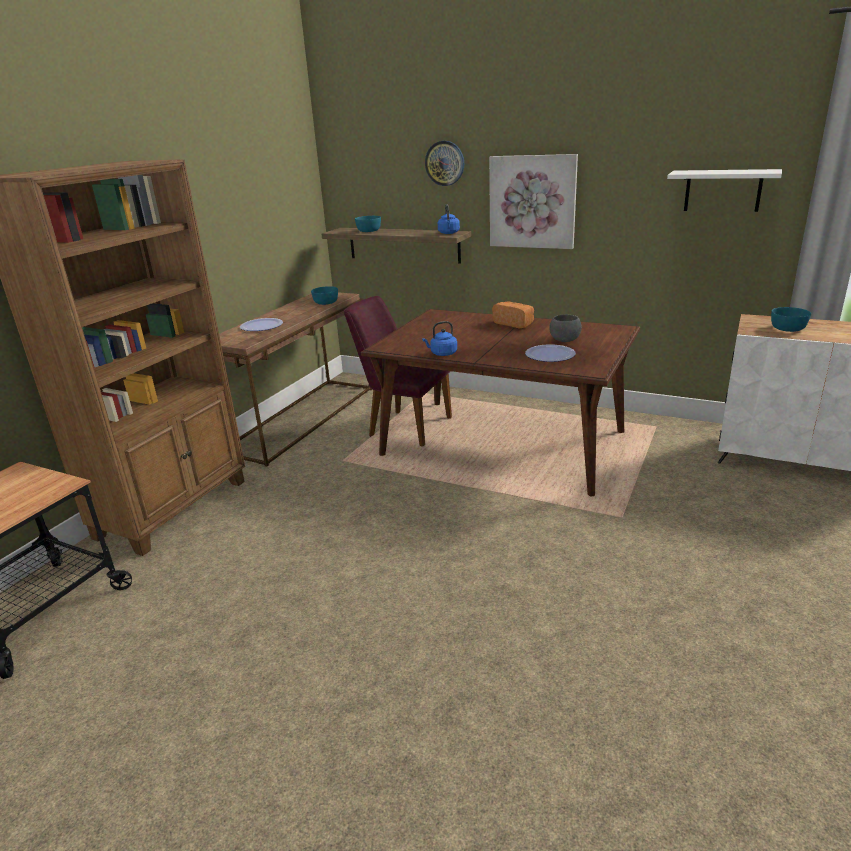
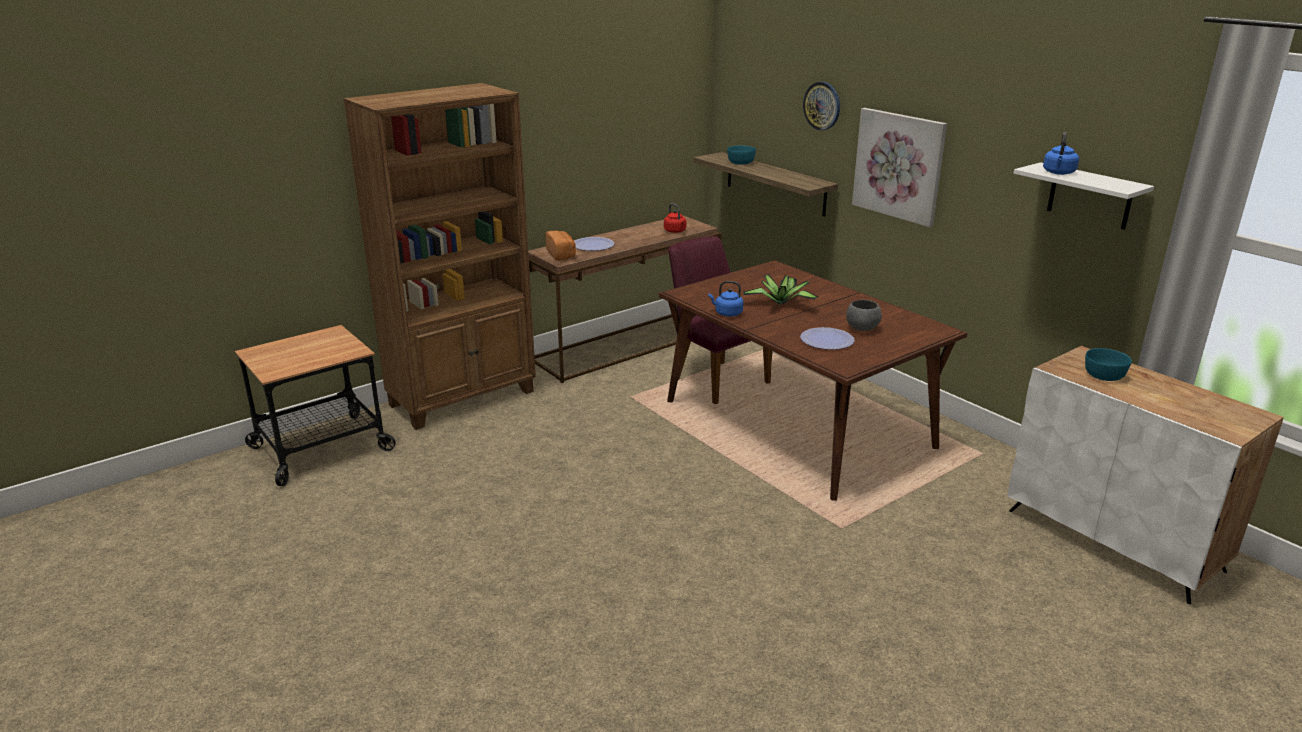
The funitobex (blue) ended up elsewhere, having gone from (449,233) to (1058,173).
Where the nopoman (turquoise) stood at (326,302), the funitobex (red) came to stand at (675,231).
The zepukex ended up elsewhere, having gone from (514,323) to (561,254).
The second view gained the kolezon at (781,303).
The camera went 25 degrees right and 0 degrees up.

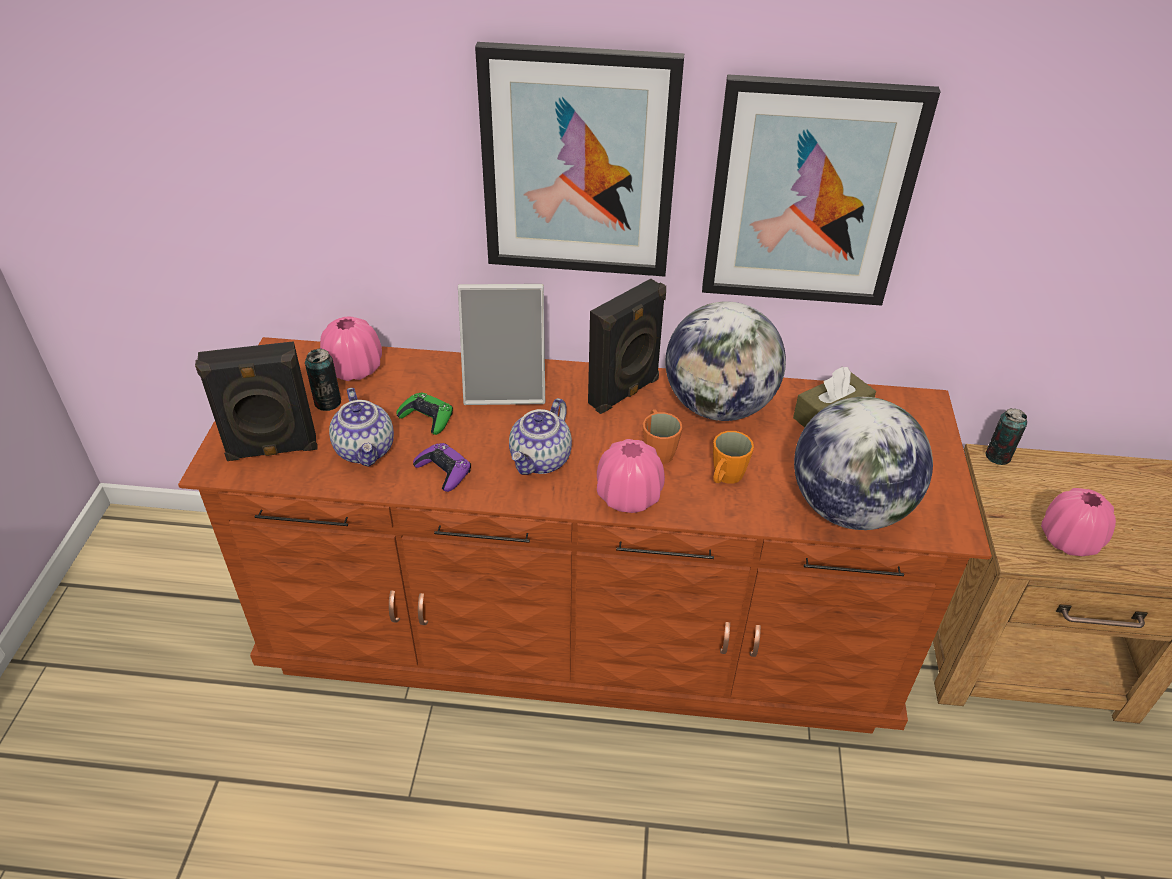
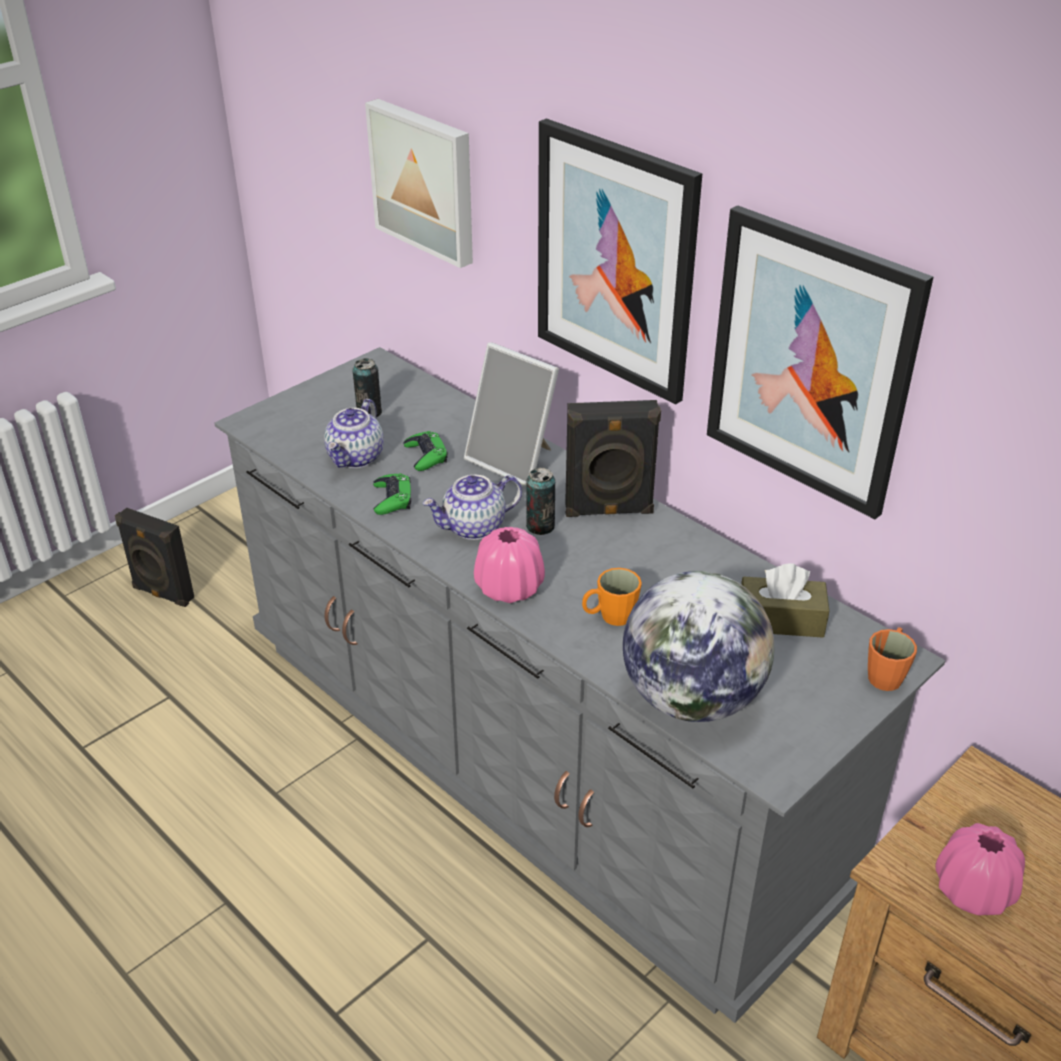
The second view lost the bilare at (718,406).
The second view lost the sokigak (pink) at (354,369).
What was the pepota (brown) at (582,628) turned into the pepota (grey) at (533,755).
The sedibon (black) ended up elsewhere, having gone from (272,450) to (162,594).
The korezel ended up elsewhere, having gone from (998,456) to (540,526).
The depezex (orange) ended up elsewhere, having gone from (657,449) to (886,673).
What was the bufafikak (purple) at (444,471) turned into the bufafikak (green) at (392,499).
The second view gained the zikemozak at (425,181).
The camera went 40 degrees right and 5 degrees down.

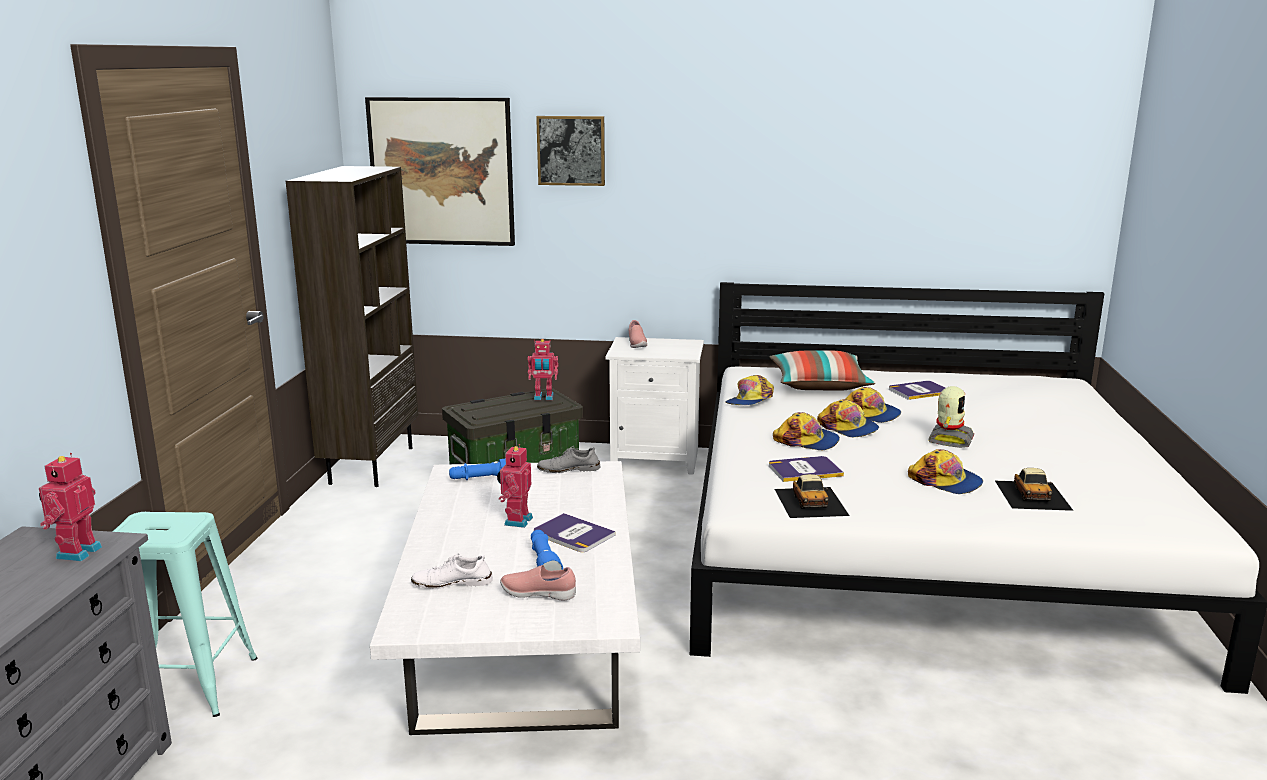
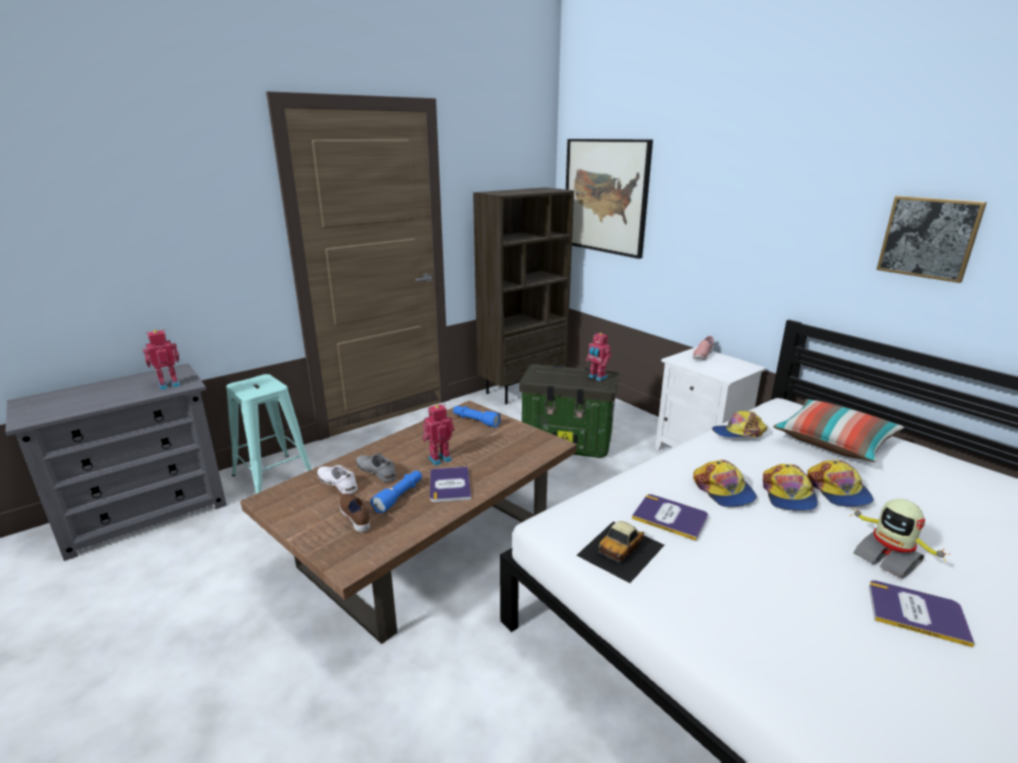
The zikemozak ended up elsewhere, having gone from (571,150) to (928,238).
The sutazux ended up elsewhere, having gone from (919,391) to (916,613).
The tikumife at (949,439) ended up facing another way, 75 degrees clockwise from before.
The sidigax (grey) ended up elsewhere, having gone from (568,469) to (376,471).
The second view lost the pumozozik at (946,482).
What was the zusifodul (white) at (525,643) turned into the zusifodul (brown) at (427,546).
The second view lost the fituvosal at (1033,494).
What was the sidigax (pink) at (538,594) turned into the sidigax (brown) at (356,518).
The camera went 45 degrees right and 5 degrees up.

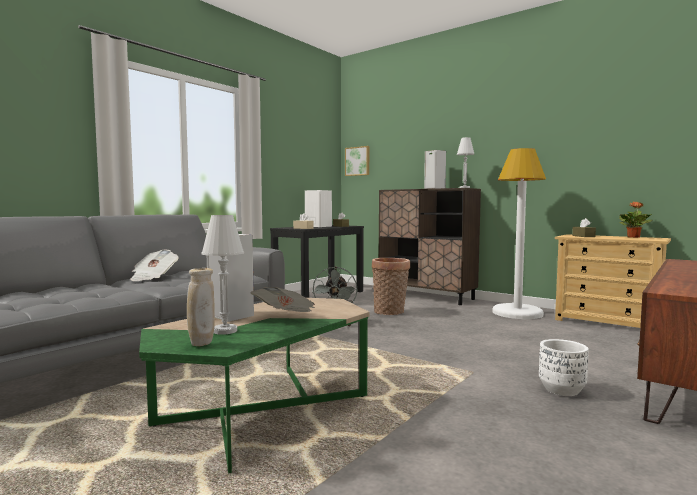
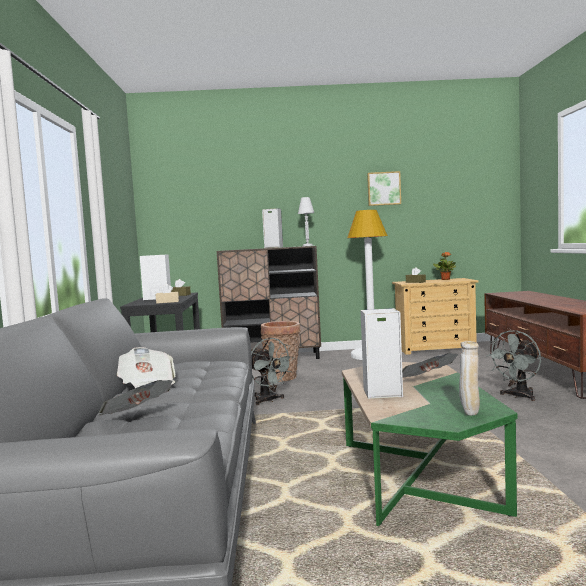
The zikemozak ended up elsewhere, having gone from (358,161) to (383,188).
The second view lost the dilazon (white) at (225,331).
Where the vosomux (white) stood at (562,390), the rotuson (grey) came to stand at (518,396).
The second view gained the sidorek at (137,418).
The camera went 40 degrees left and 0 degrees up.

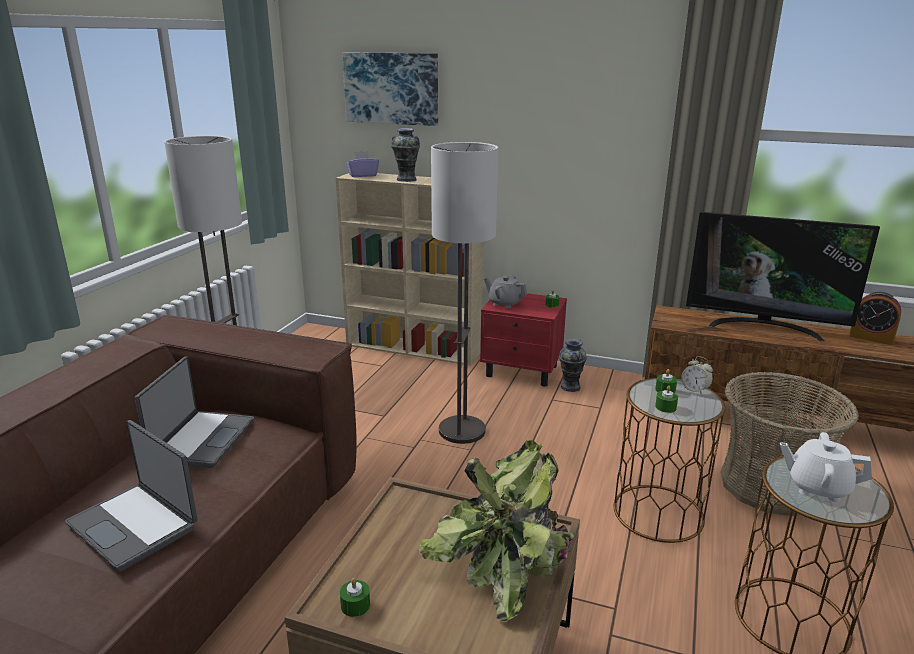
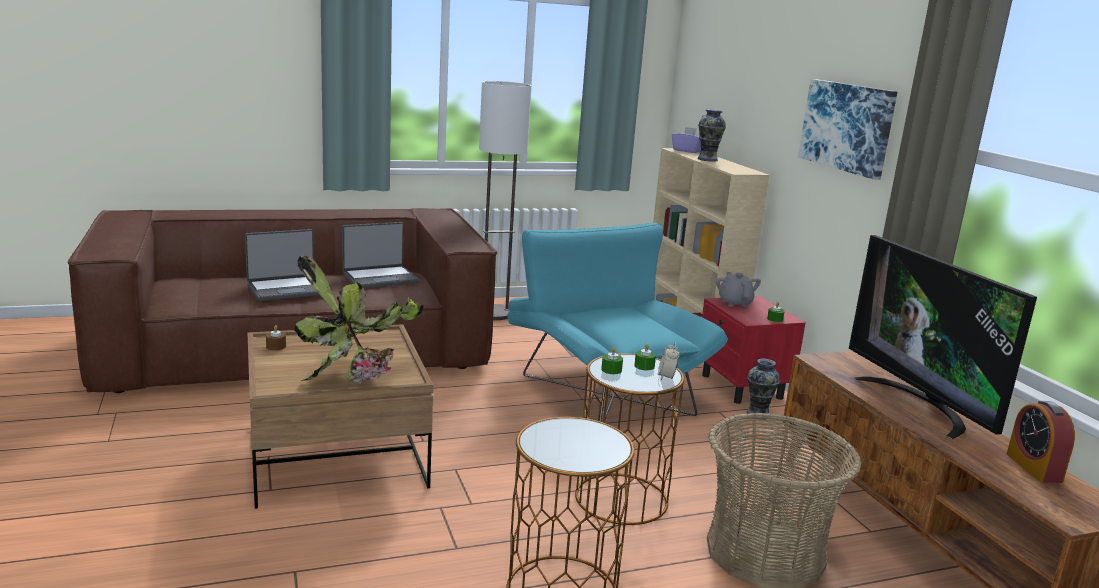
The zikemozak ended up elsewhere, having gone from (391,88) to (847,127).
Where the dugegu stood at (461,430), the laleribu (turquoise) came to stand at (602,388).
The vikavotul at (135,525) ended up facing another way, 120 degrees counterclockwise from before.
The second view lost the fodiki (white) at (817,487).
What was the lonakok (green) at (355,605) turned into the lonakok (brown) at (276,346).
The camera went 50 degrees right and 5 degrees down.

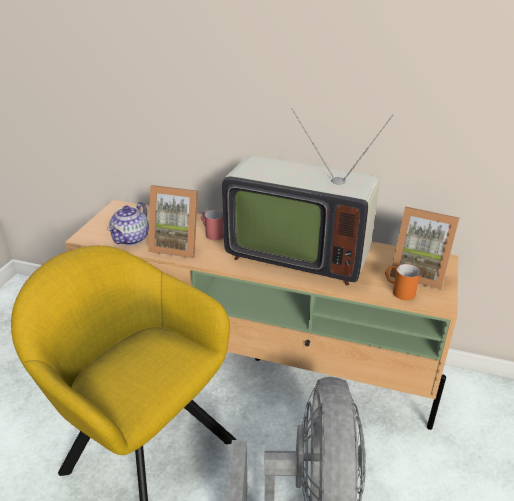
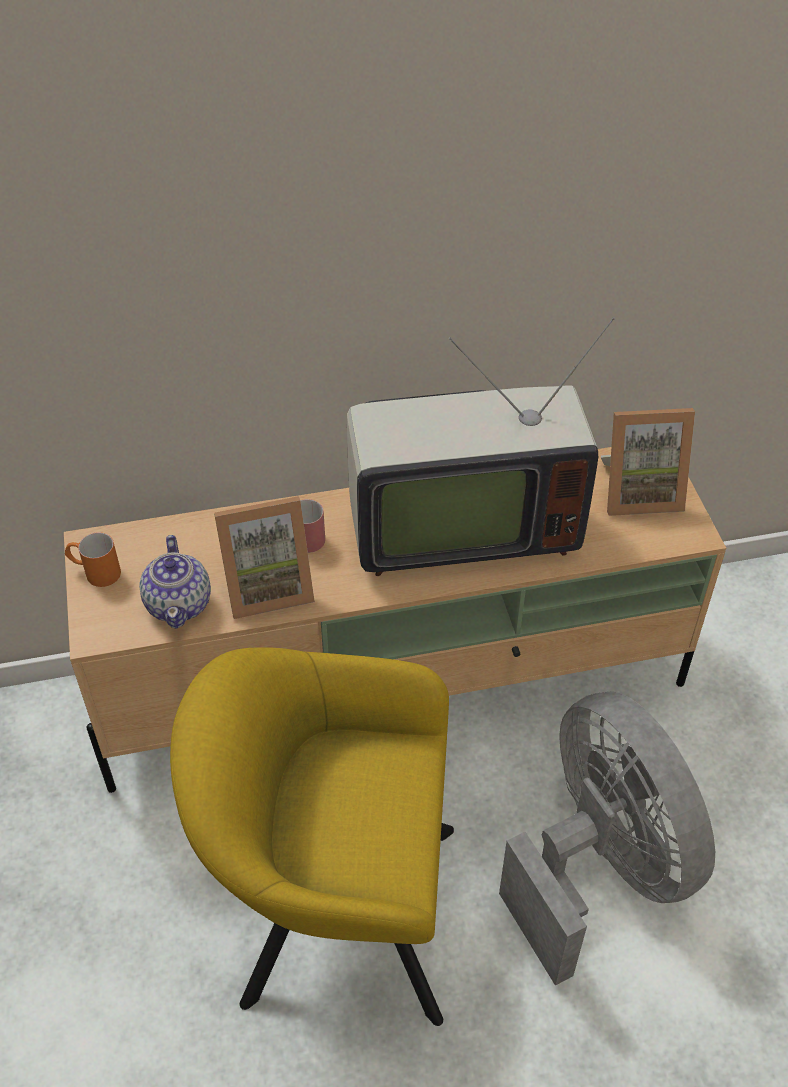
The depezex (orange) ended up elsewhere, having gone from (398,291) to (95,572).
The camera went 30 degrees left and 15 degrees up.

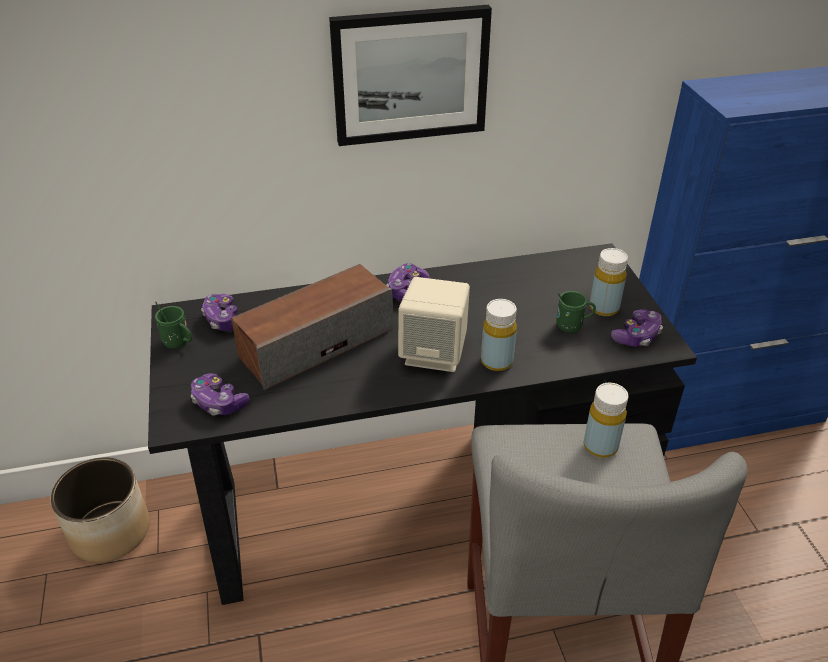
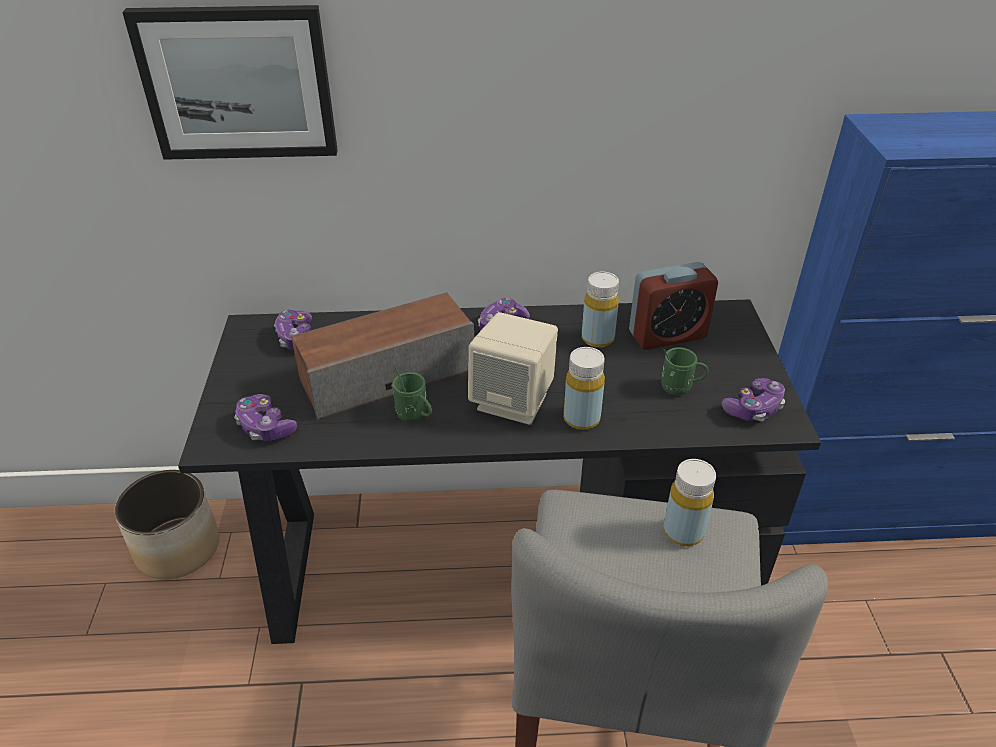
The zikemozak ended up elsewhere, having gone from (410,75) to (238,83).
The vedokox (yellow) ended up elsewhere, having gone from (604,308) to (597,339).
The depezex (green) ended up elsewhere, having gone from (179,343) to (415,416).
The second view gained the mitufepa at (667,335).
The camera went 10 degrees right and 0 degrees up.

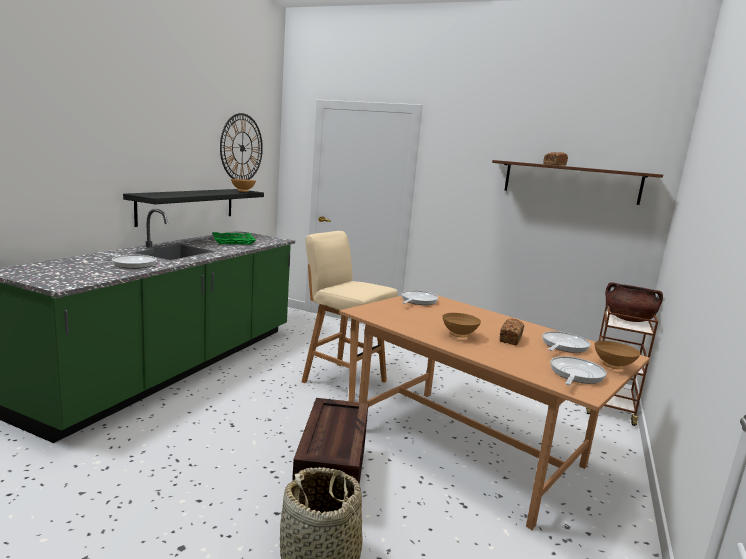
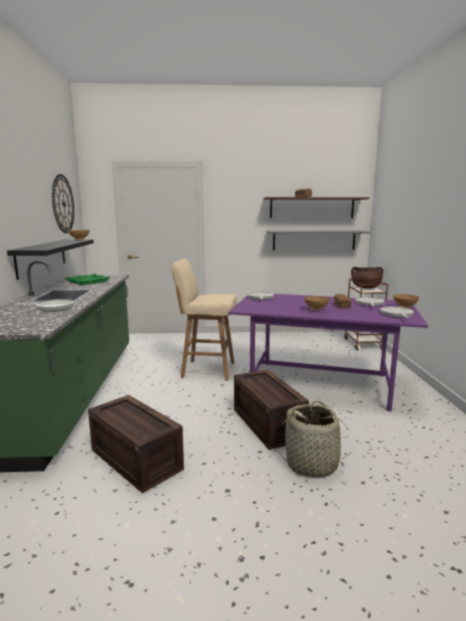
What was the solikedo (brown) at (466,447) turned into the solikedo (purple) at (319,384).
The second view gained the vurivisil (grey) at (314,240).
The second view gained the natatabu at (138,459).
The camera went 25 degrees left and 0 degrees up.

